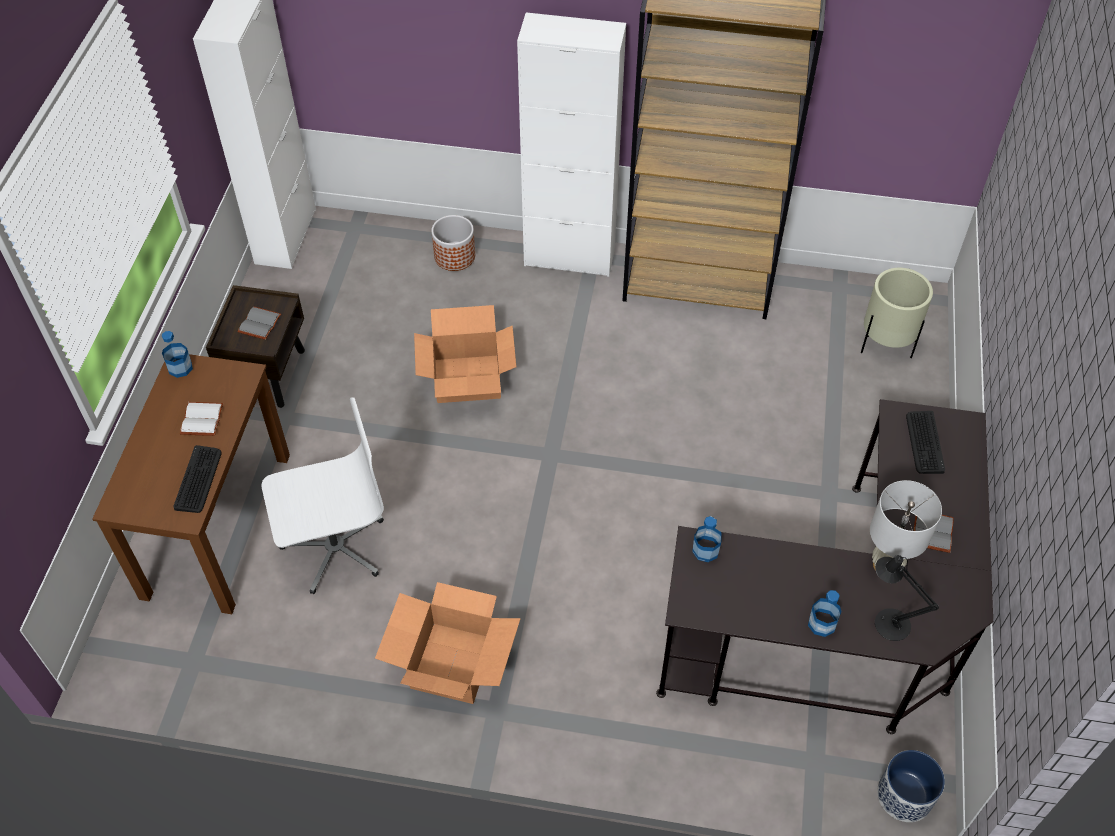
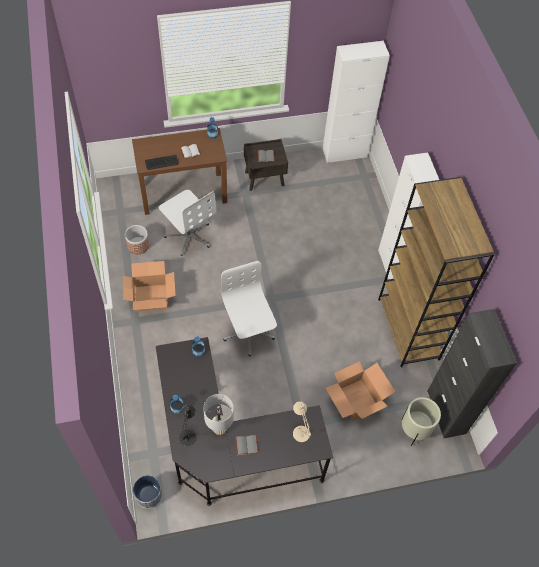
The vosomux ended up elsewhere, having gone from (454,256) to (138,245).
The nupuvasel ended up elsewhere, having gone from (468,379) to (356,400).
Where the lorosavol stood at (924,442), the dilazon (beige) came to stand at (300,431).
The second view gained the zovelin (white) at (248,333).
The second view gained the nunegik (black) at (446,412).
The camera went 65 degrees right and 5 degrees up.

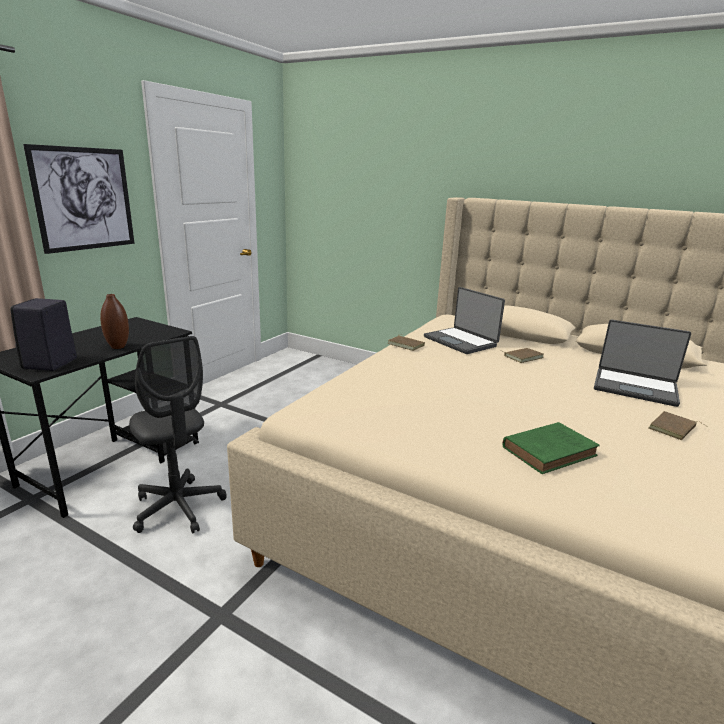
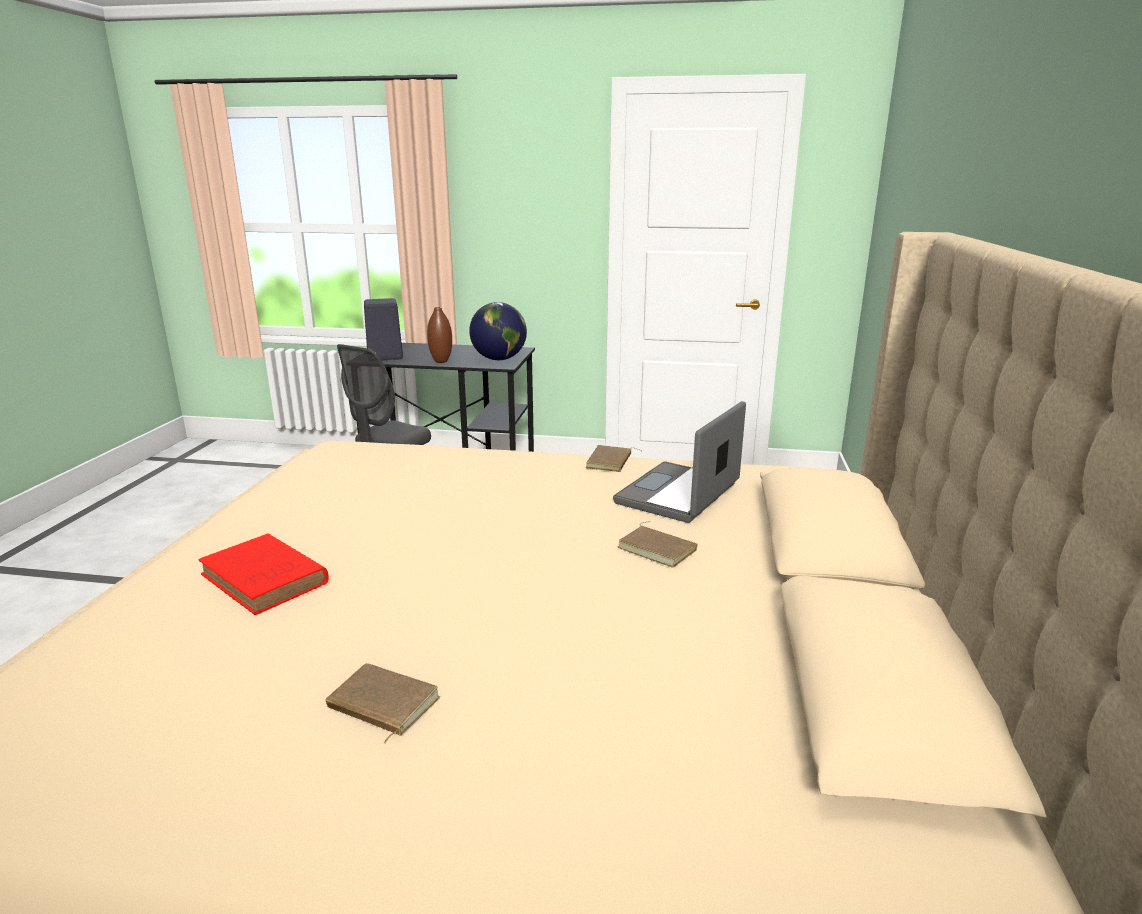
The second view lost the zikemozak at (84,199).
The second view lost the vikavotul at (635,387).
What was the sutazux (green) at (550,451) turned into the sutazux (red) at (266,580).
The second view gained the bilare at (499,359).
The camera went 70 degrees right and 0 degrees up.

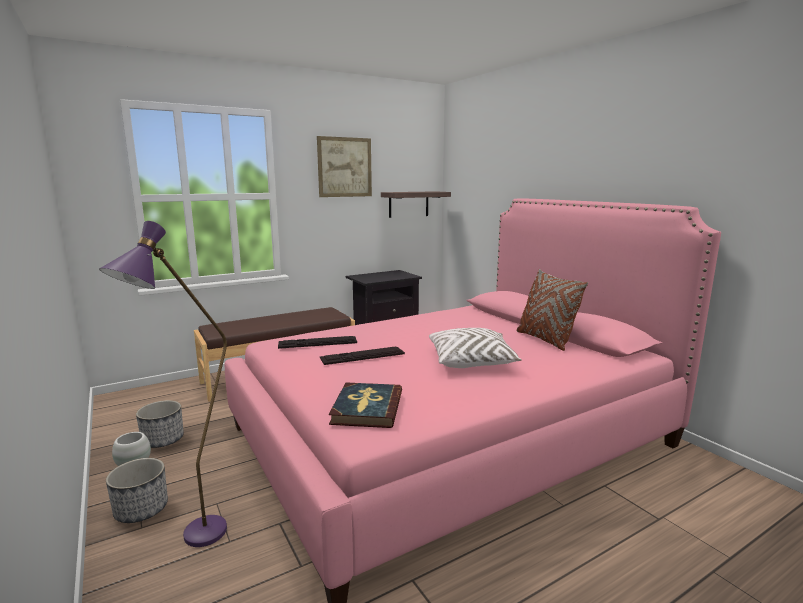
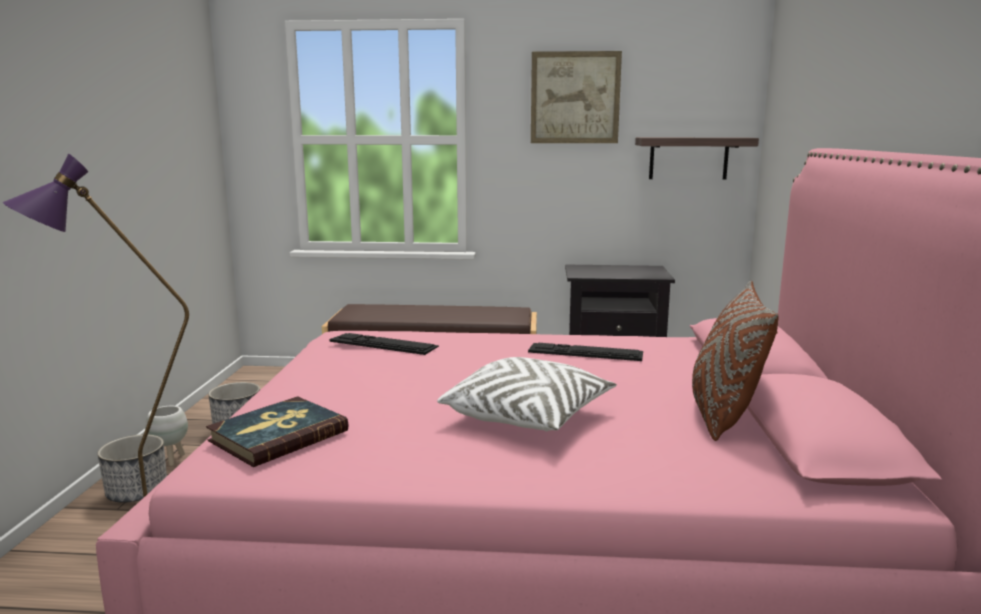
The lorosavol ended up elsewhere, having gone from (362,355) to (585,352).
The camera went 35 degrees right and 0 degrees up.

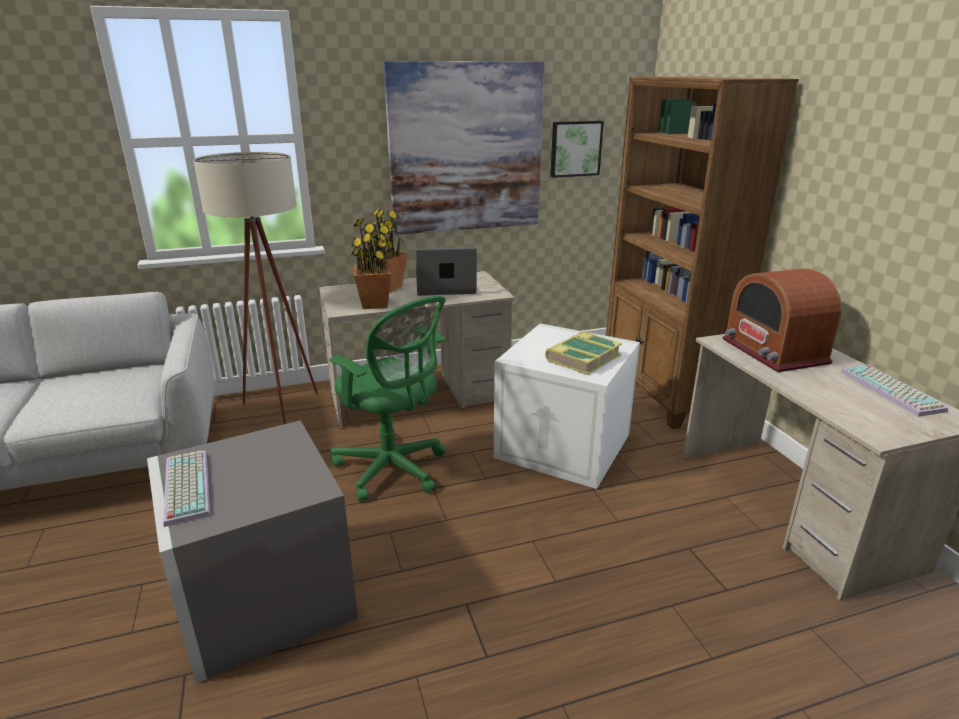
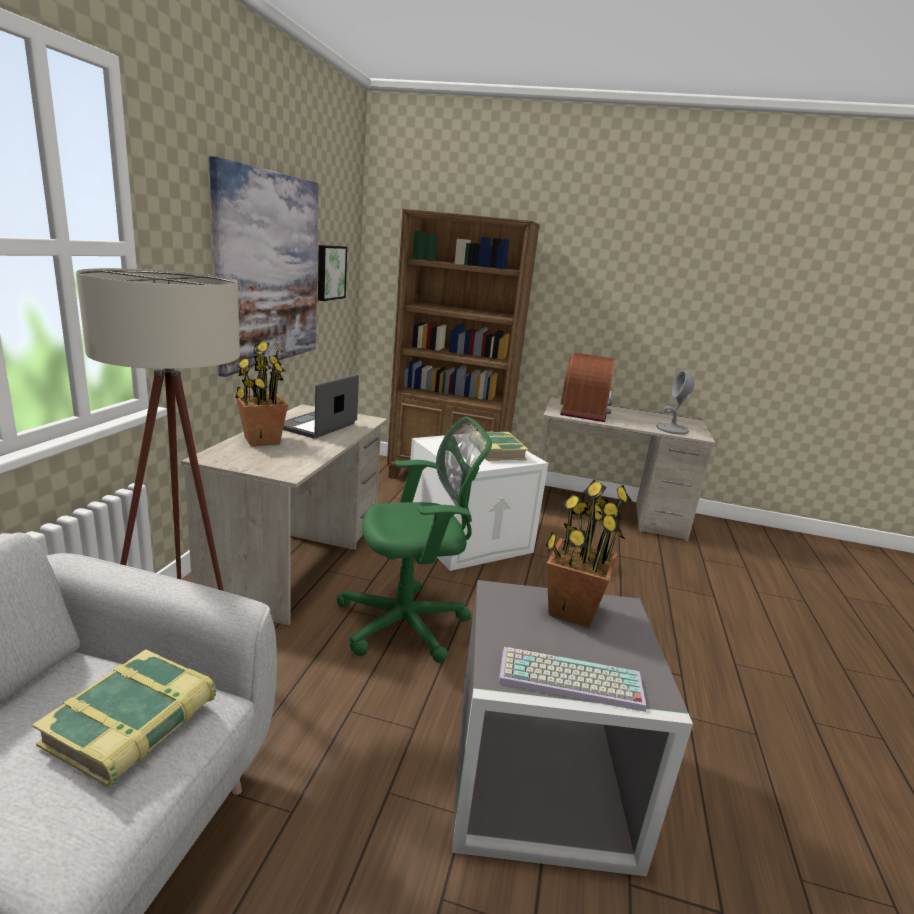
The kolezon ended up elsewhere, having gone from (374,304) to (572,610).
The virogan at (773,351) ended up facing another way, 90 degrees counterclockwise from before.
The second view lost the lorosavol at (893,391).
The second view gained the dilazon (grey) at (672,429).
The second view gained the sutazux at (133,723).
The camera went 60 degrees left and 5 degrees down.

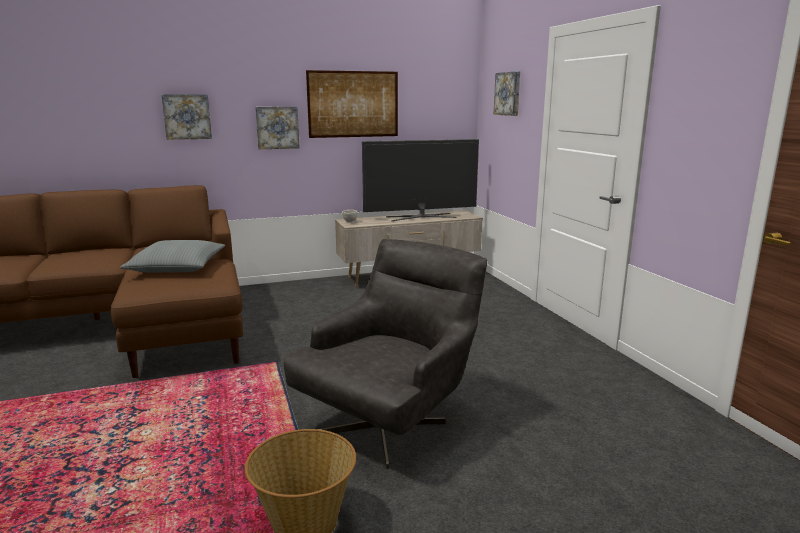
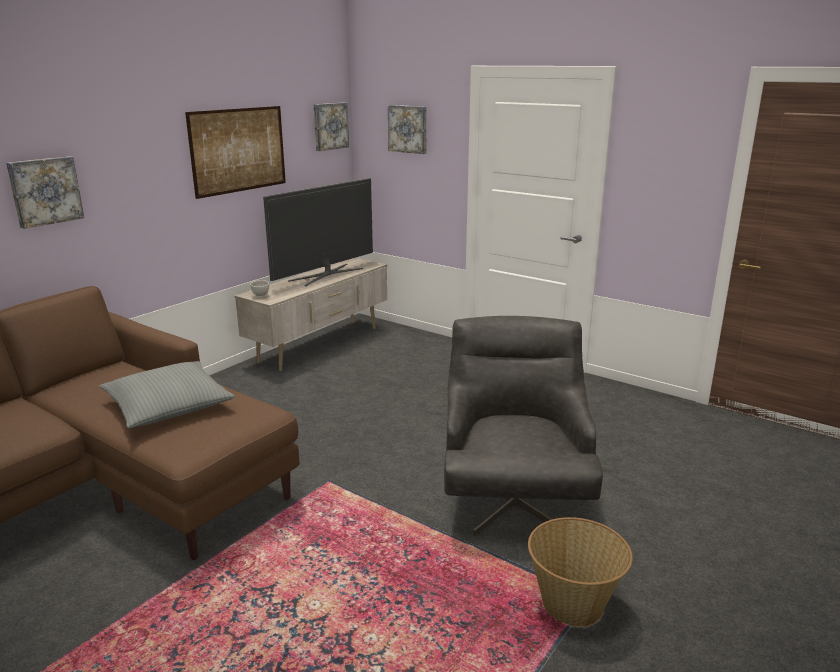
The zikemozak ended up elsewhere, having gone from (277,127) to (329,126).
The camera went 35 degrees left and 5 degrees up.

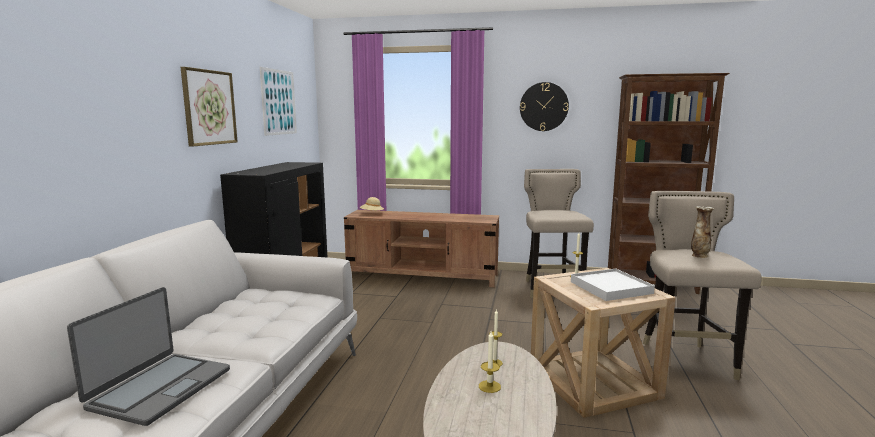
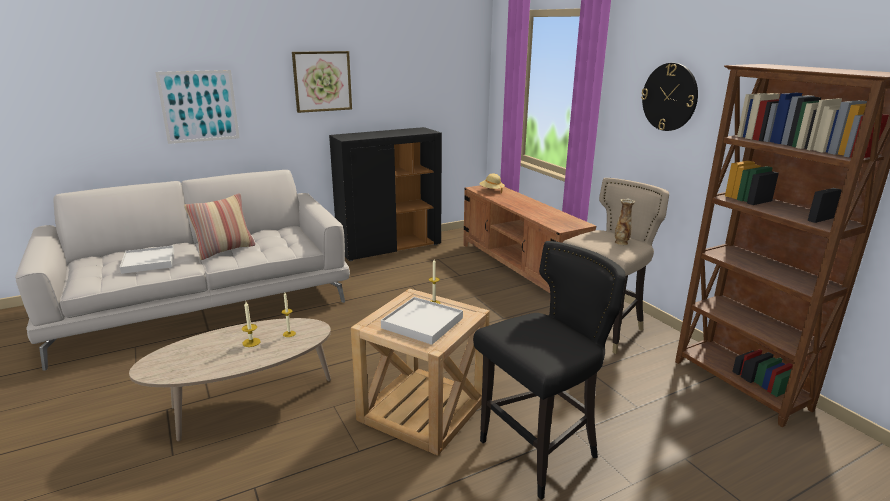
The zikemozak ended up elsewhere, having gone from (279,102) to (199,106).
What was the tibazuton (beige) at (685,361) turned into the tibazuton (black) at (539,453).
The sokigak ended up elsewhere, having gone from (699,256) to (621,242).
Where the vikavotul stood at (159,388), the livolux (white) came to stand at (149,262).
The second view gained the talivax at (224,250).
The camera went 50 degrees right and 10 degrees up.

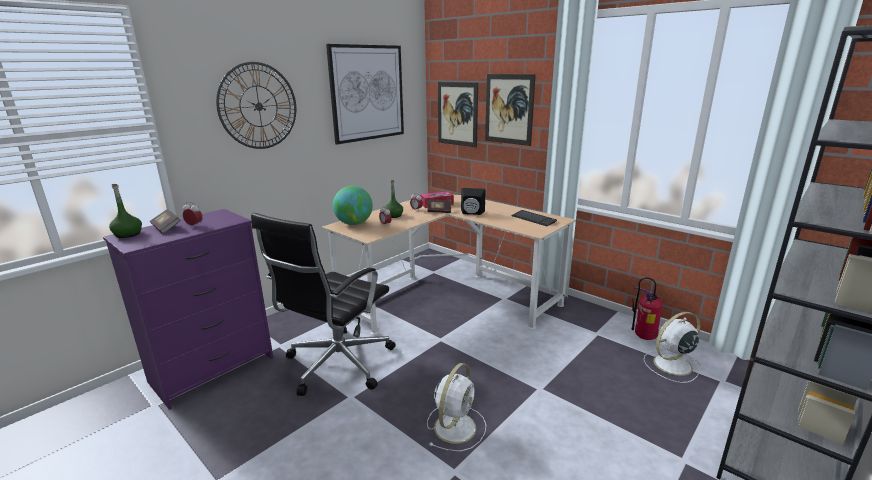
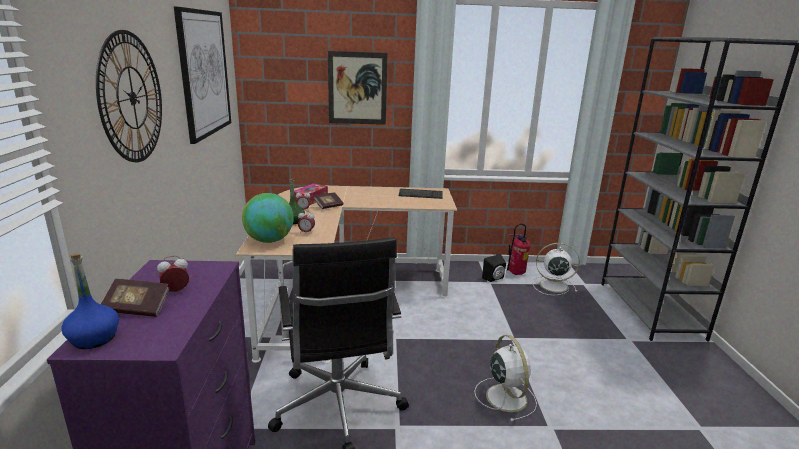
The second view lost the zikemozak at (457,114).
What was the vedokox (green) at (128,234) turned into the vedokox (blue) at (94,338).
The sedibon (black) ended up elsewhere, having gone from (472,213) to (494,279).
The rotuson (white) at (671,365) ended up facing another way, 75 degrees clockwise from before.
The camera went 45 degrees left and 0 degrees up.

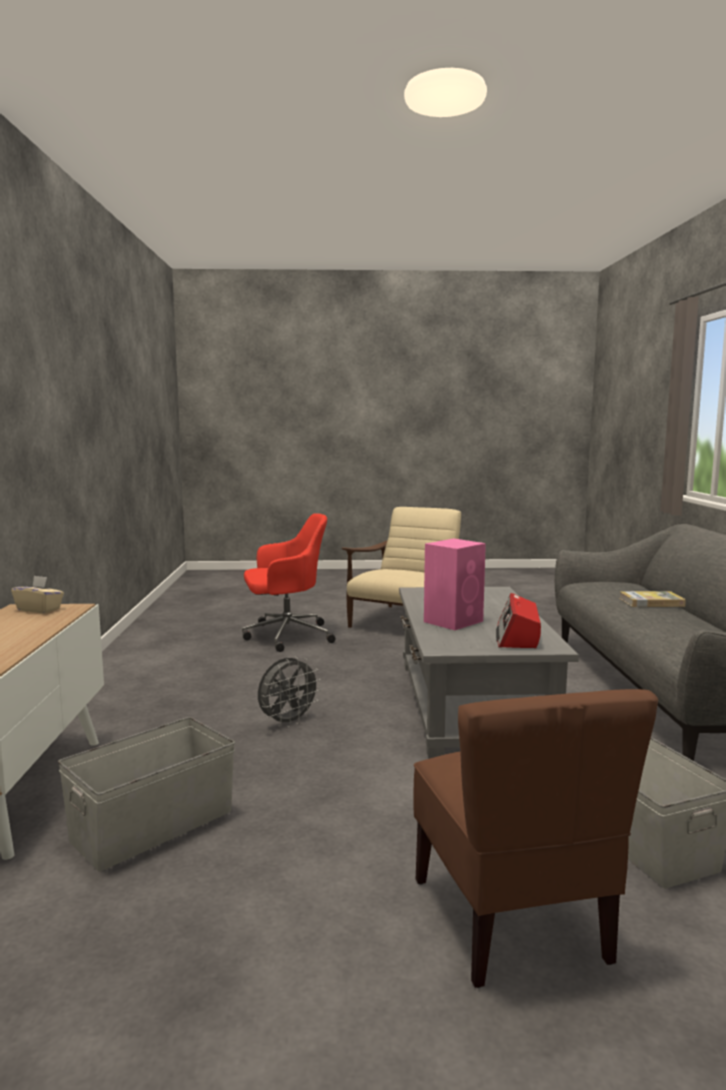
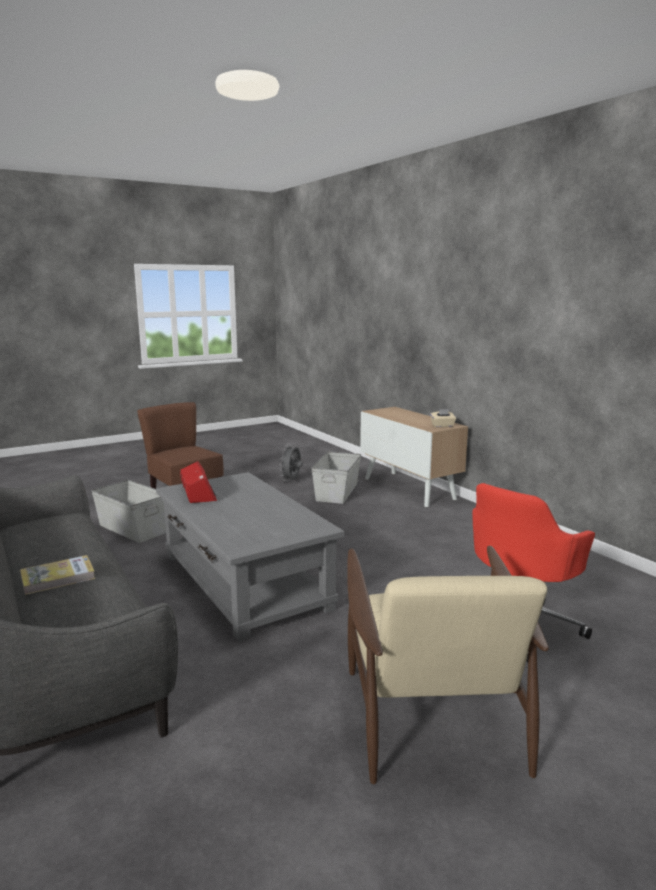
The second view lost the sedibon (pink) at (454,621).
The rotuson (grey) ended up elsewhere, having gone from (288,722) to (292,480).
The camera went 150 degrees right and 5 degrees up.

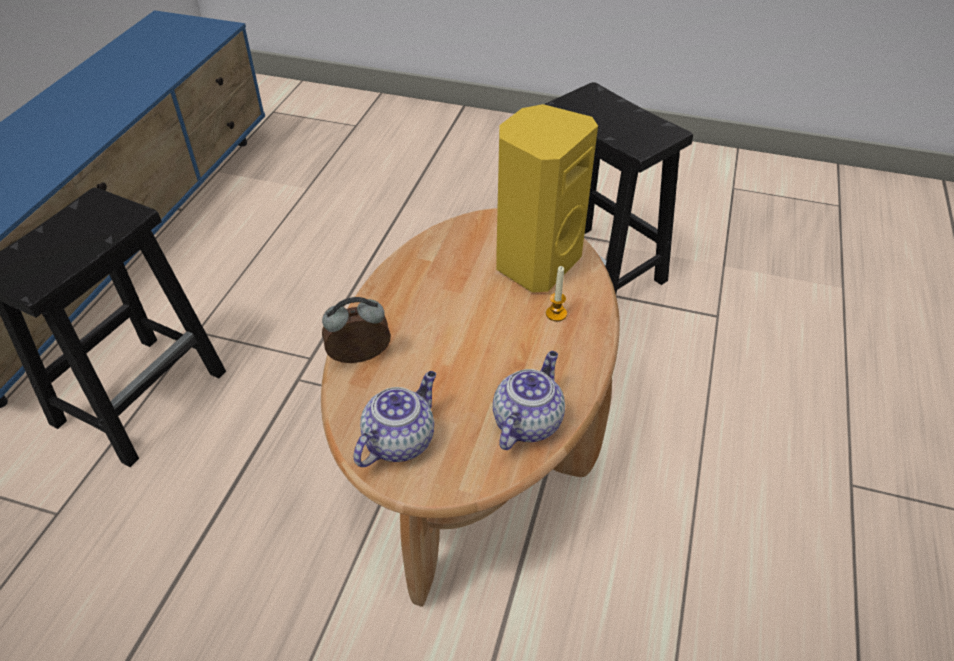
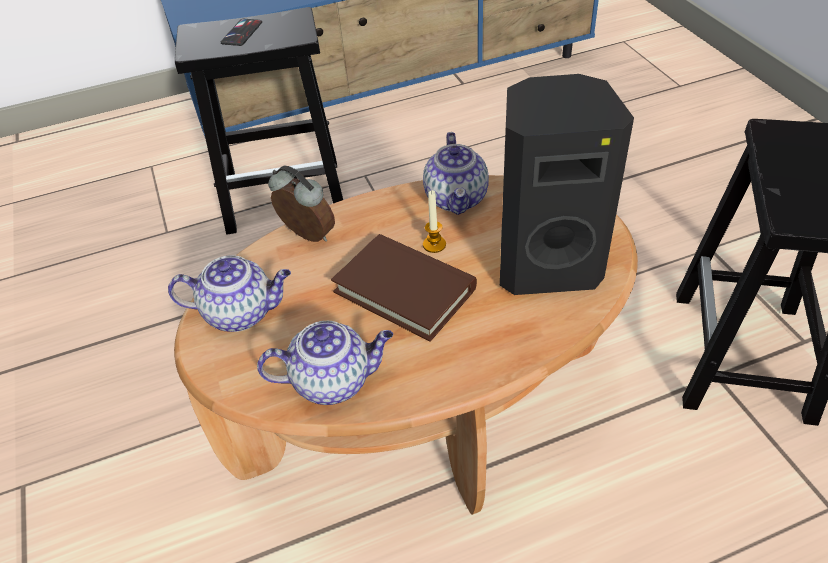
What was the sedibon (yellow) at (535,263) turned into the sedibon (black) at (546,264).
The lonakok ended up elsewhere, having gone from (556,314) to (434,245).
The second view gained the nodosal at (242,33).
The second view gained the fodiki at (457,199).
The second view gained the sutazux (brown) at (405,290).
The camera went 55 degrees right and 0 degrees up.

